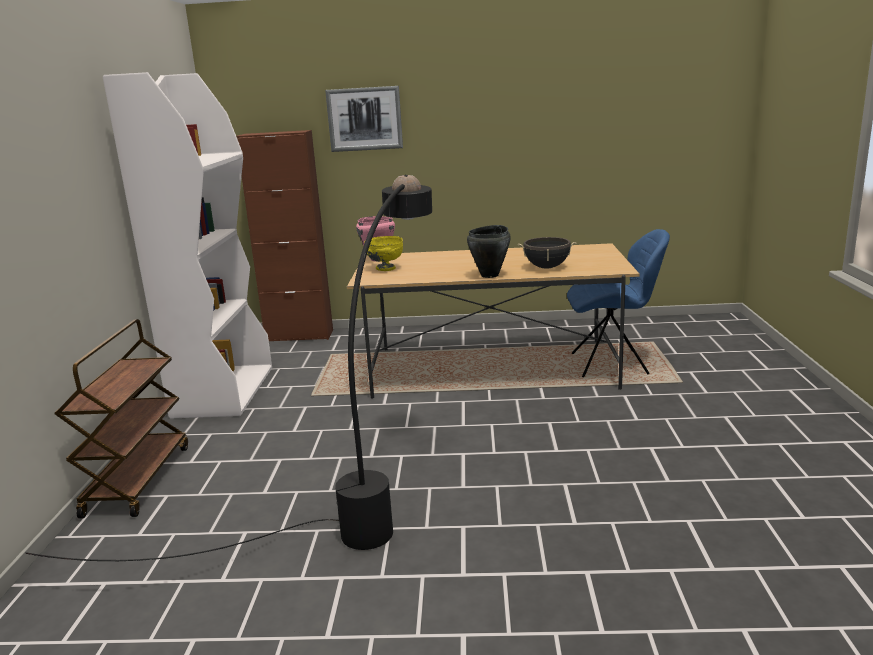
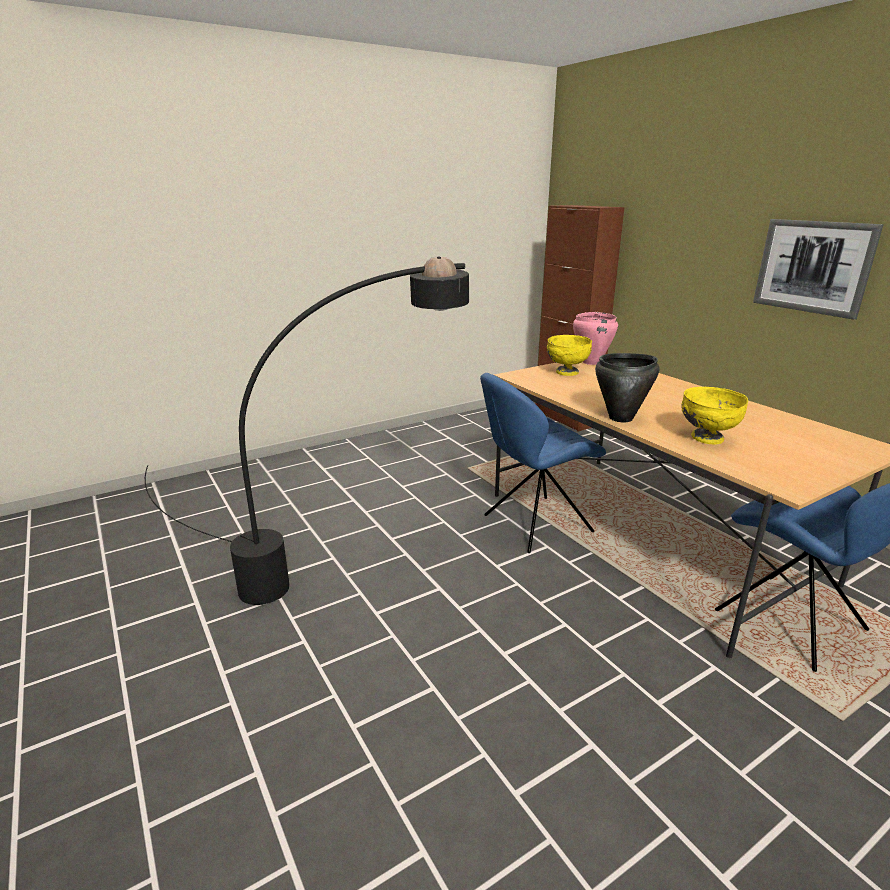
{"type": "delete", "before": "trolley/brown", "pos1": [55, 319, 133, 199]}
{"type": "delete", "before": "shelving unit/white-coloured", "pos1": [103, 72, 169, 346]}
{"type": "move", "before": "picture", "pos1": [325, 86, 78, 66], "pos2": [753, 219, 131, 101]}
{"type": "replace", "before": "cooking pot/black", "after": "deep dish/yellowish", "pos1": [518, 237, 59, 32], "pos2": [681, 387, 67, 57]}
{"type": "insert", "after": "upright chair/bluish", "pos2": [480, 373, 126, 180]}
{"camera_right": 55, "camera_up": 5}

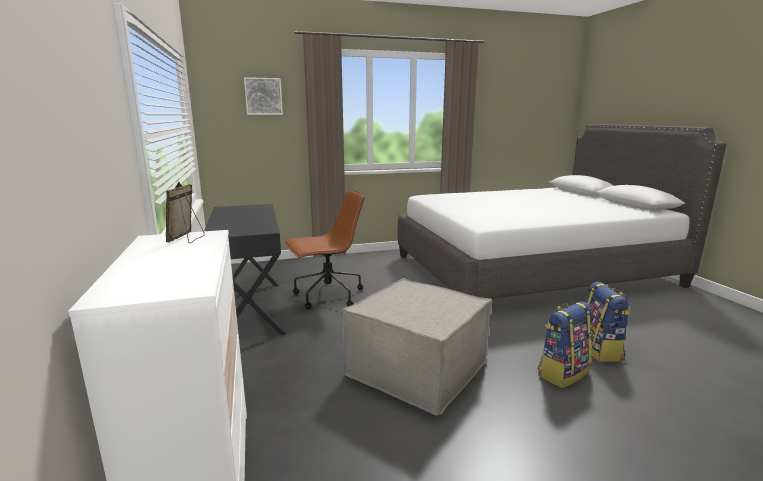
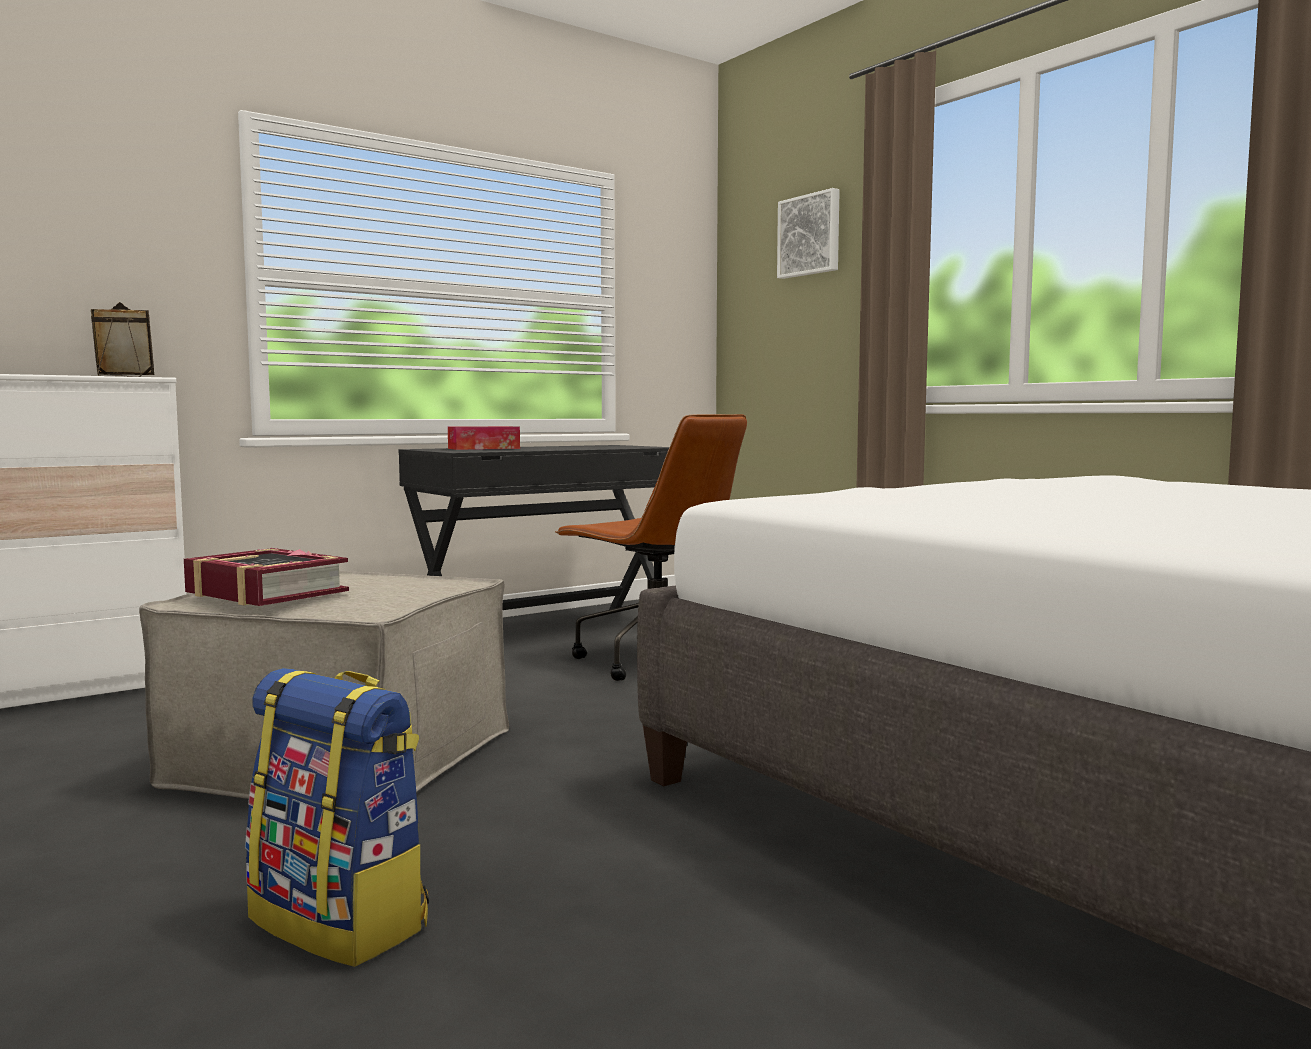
{"type": "delete", "before": "knapsack", "pos1": [587, 282, 43, 80]}
{"type": "insert", "after": "bound book", "pos2": [184, 548, 165, 58]}
{"type": "insert", "after": "tissue holder", "pos2": [448, 426, 72, 24]}
{"camera_right": 70, "camera_up": -10}

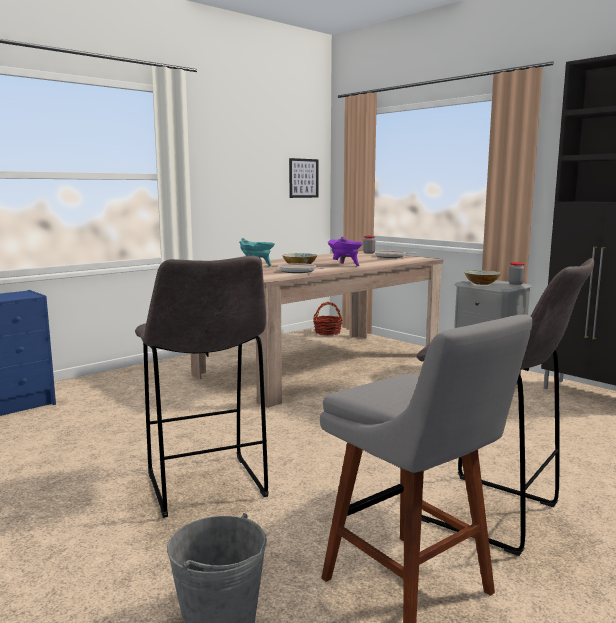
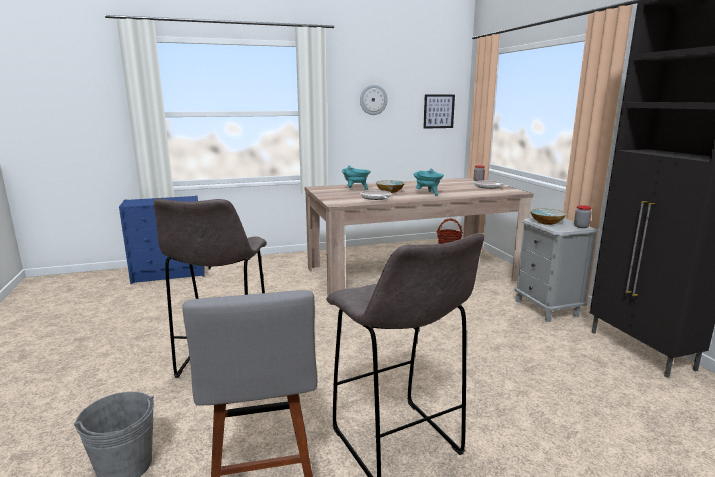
{"type": "recolor", "before": "cooking pot/purple", "after": "cooking pot/blue-green", "pos1": [328, 237, 35, 29], "pos2": [413, 169, 31, 27]}
{"type": "insert", "after": "clock on the wall", "pos2": [360, 85, 28, 30]}
{"camera_right": 25, "camera_up": 5}

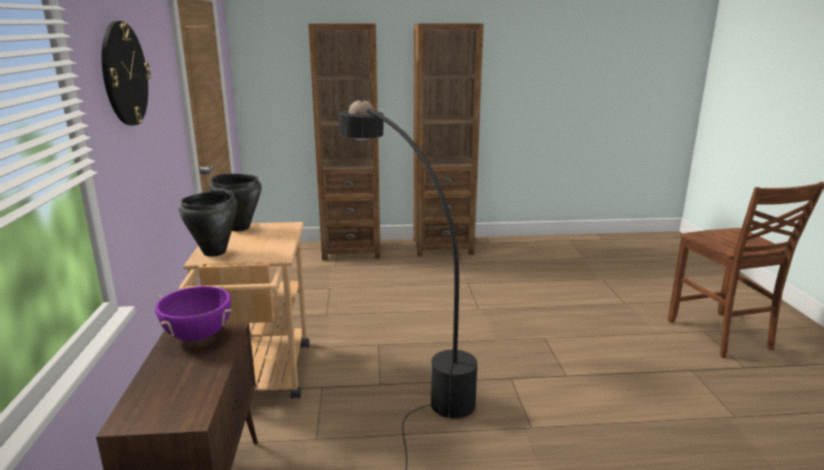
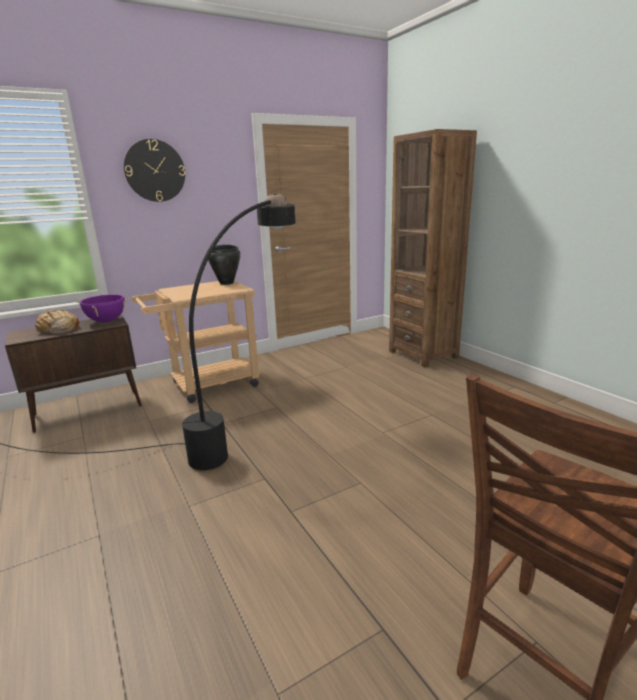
{"type": "delete", "before": "cooking pot/black", "pos1": [179, 190, 59, 67]}
{"type": "delete", "before": "shelving unit/brown", "pos1": [413, 23, 71, 234]}
{"type": "insert", "after": "baked bread", "pos2": [35, 309, 44, 25]}
{"camera_right": 65, "camera_up": 0}

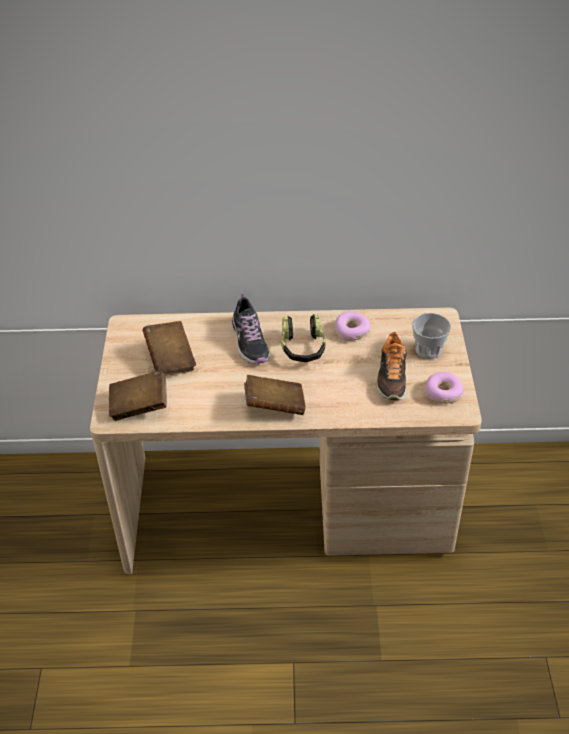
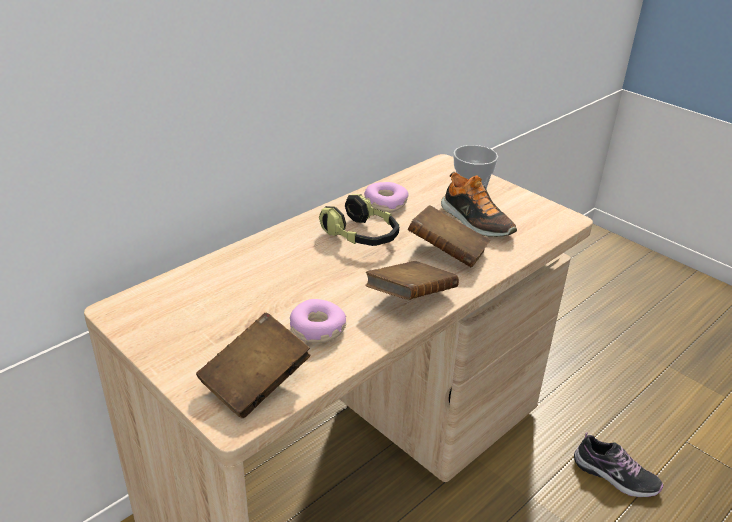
{"type": "move", "before": "bound book/brown", "pos1": [142, 321, 54, 55], "pos2": [408, 205, 82, 63]}
{"type": "move", "before": "low shoe", "pos1": [232, 293, 38, 71], "pos2": [574, 432, 89, 65]}
{"type": "move", "before": "donut", "pos1": [425, 372, 39, 32], "pos2": [290, 299, 56, 44]}
{"camera_right": -45, "camera_up": -10}

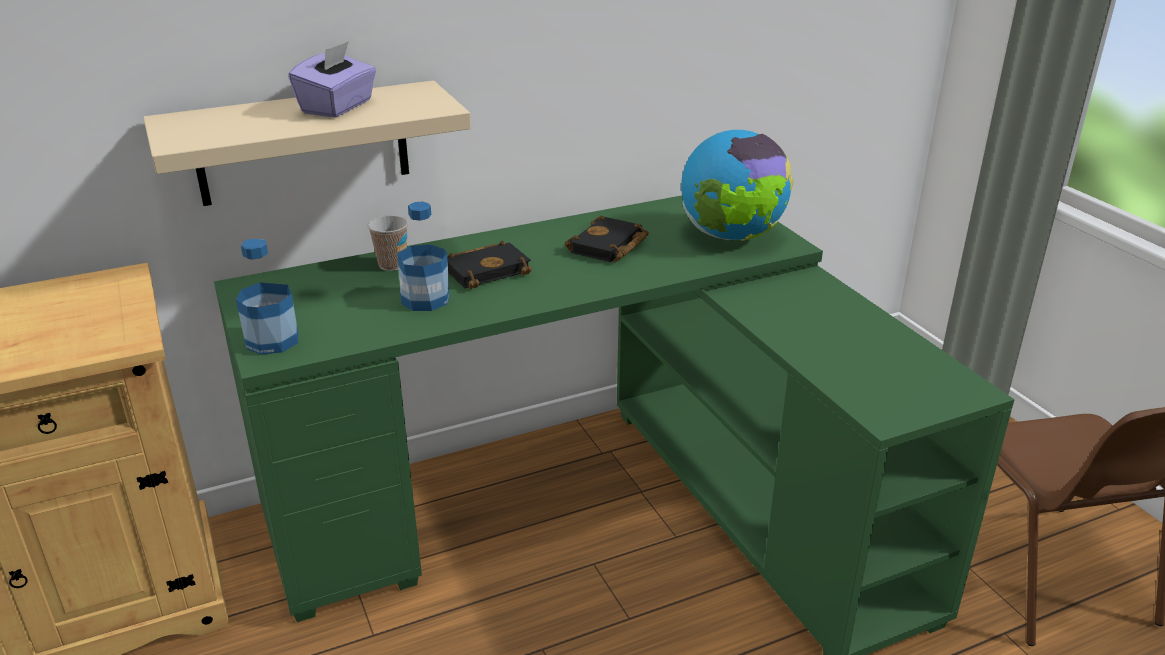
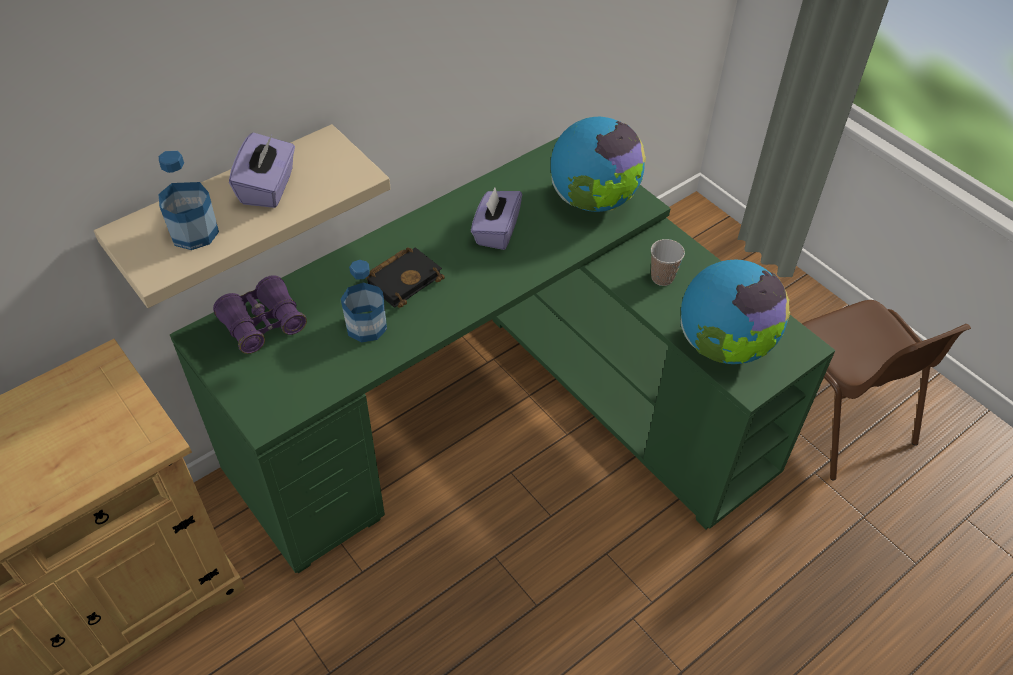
{"type": "move", "before": "beverage bottle", "pos1": [236, 239, 62, 116], "pos2": [158, 151, 61, 99]}
{"type": "move", "before": "drinking cup", "pos1": [368, 216, 40, 55], "pos2": [651, 239, 34, 47]}
{"type": "replace", "before": "bound book/black", "after": "tissue holder/purple", "pos1": [565, 215, 84, 47], "pos2": [471, 188, 51, 62]}
{"type": "insert", "after": "field glasses/purple", "pos2": [213, 275, 94, 79]}
{"type": "insert", "after": "desk globe", "pos2": [680, 260, 110, 104]}
{"camera_right": -15, "camera_up": 20}

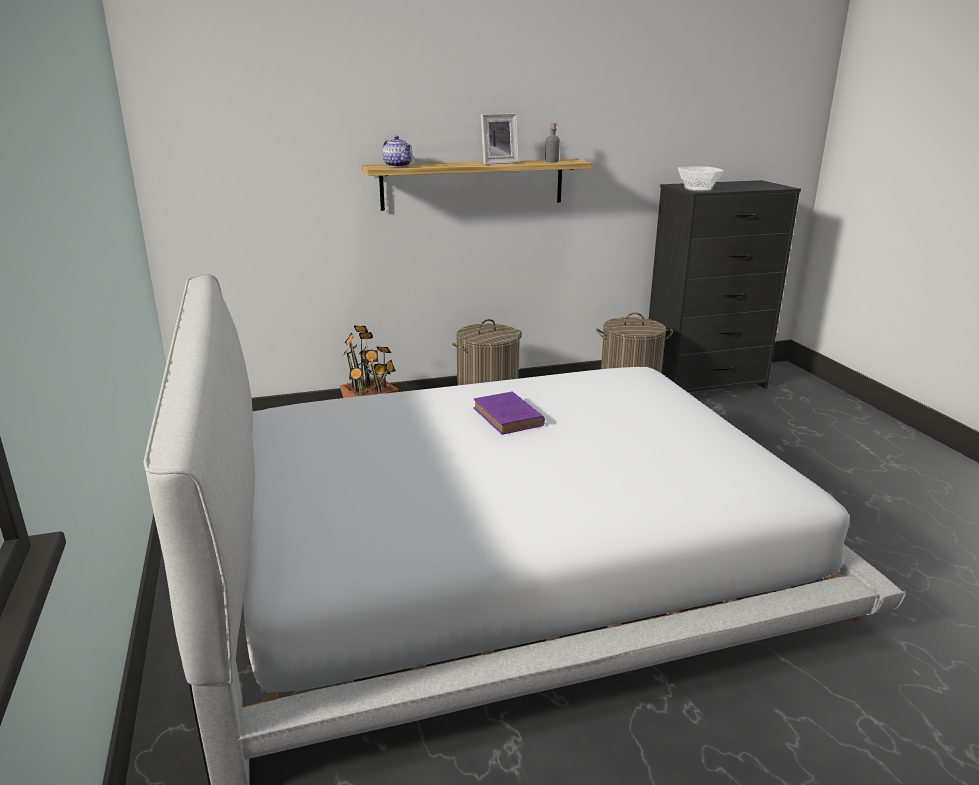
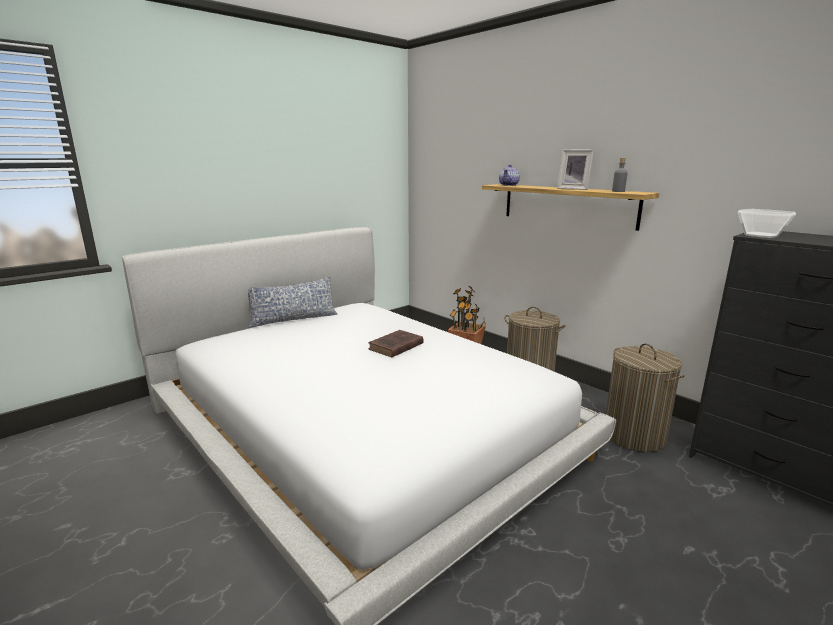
{"type": "recolor", "before": "bound book/purple", "after": "bound book/brown", "pos1": [473, 391, 72, 44], "pos2": [368, 330, 55, 28]}
{"type": "insert", "after": "pillow", "pos2": [248, 276, 90, 52]}
{"camera_right": 65, "camera_up": -5}

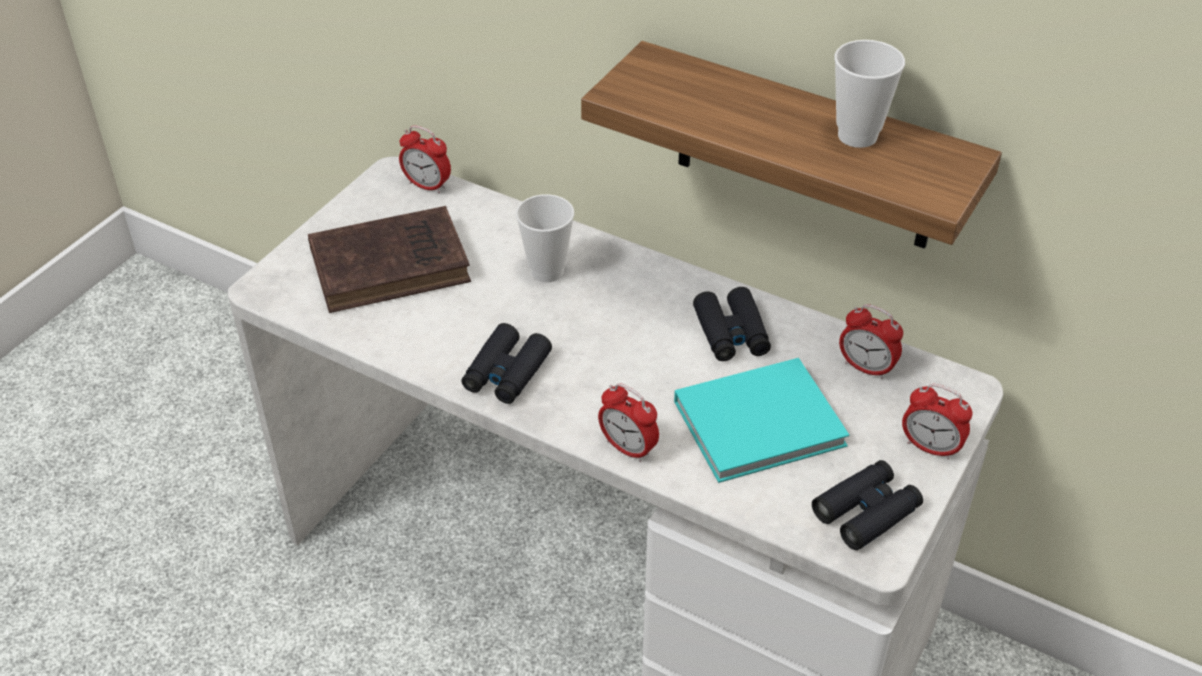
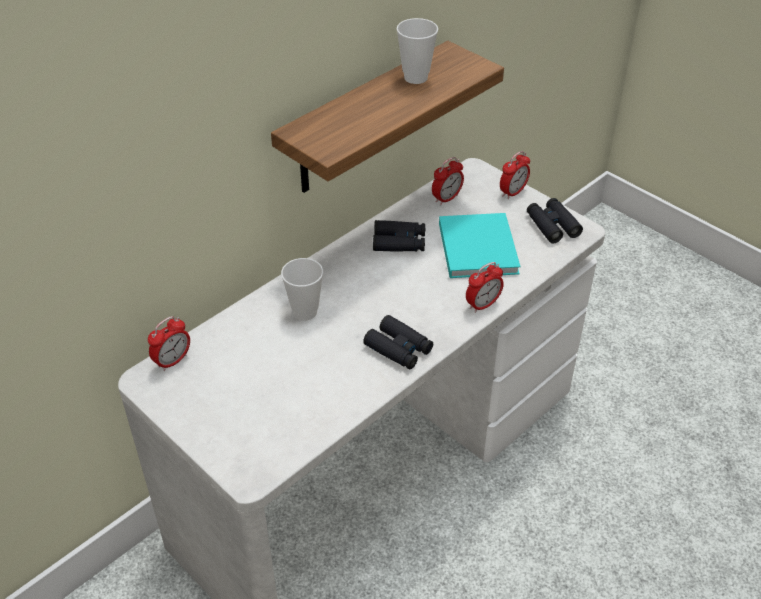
{"type": "delete", "before": "bound book/brown", "pos1": [308, 206, 163, 107]}
{"camera_right": -75, "camera_up": 0}

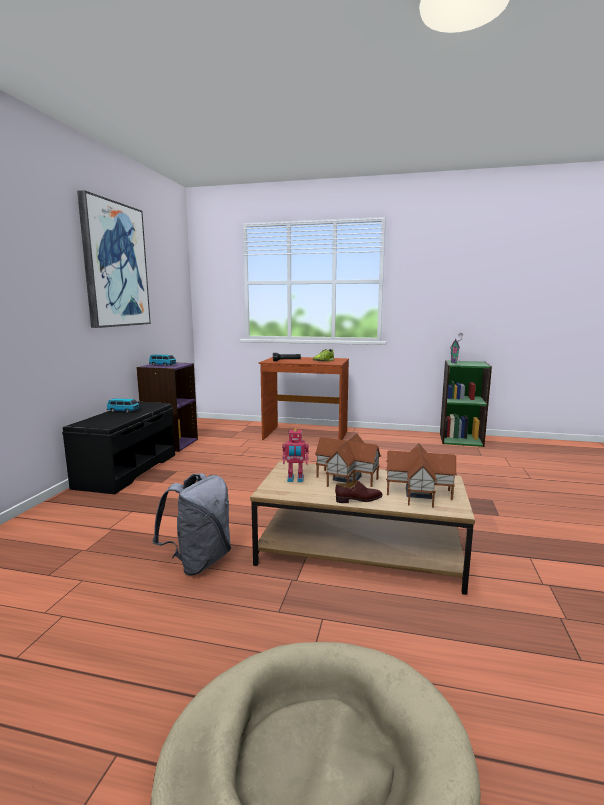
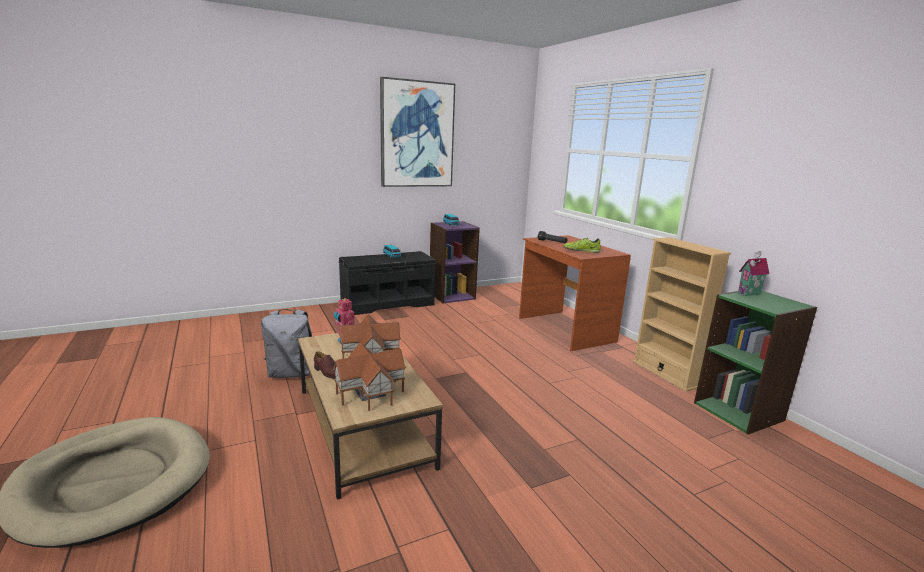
{"type": "insert", "after": "shelving unit/beige-coloured", "pos2": [633, 237, 98, 155]}
{"camera_right": 50, "camera_up": 5}

